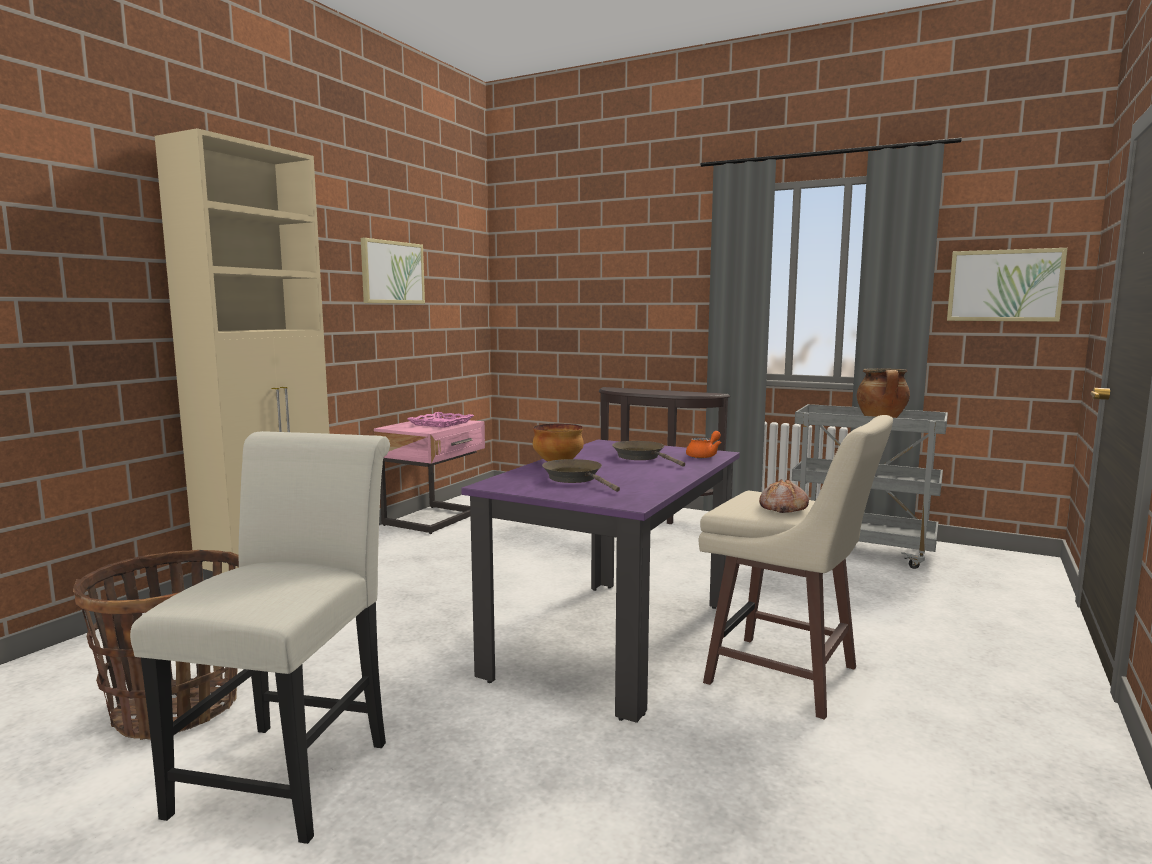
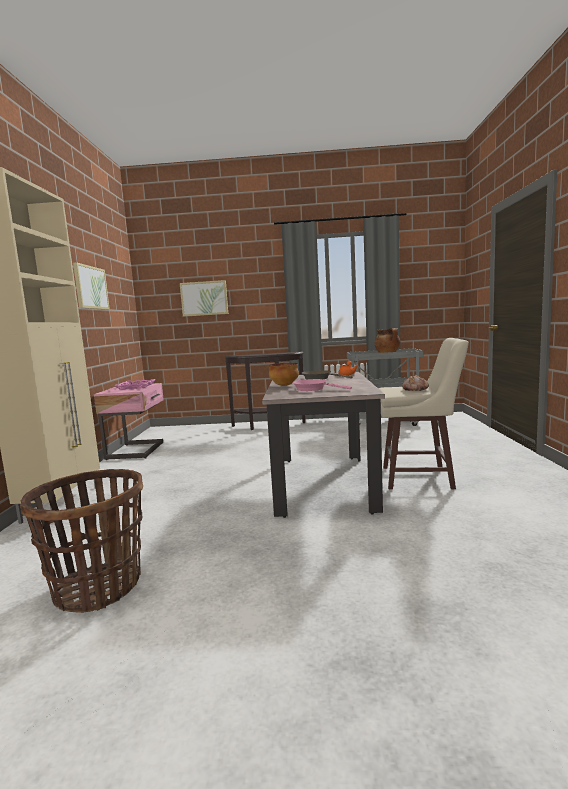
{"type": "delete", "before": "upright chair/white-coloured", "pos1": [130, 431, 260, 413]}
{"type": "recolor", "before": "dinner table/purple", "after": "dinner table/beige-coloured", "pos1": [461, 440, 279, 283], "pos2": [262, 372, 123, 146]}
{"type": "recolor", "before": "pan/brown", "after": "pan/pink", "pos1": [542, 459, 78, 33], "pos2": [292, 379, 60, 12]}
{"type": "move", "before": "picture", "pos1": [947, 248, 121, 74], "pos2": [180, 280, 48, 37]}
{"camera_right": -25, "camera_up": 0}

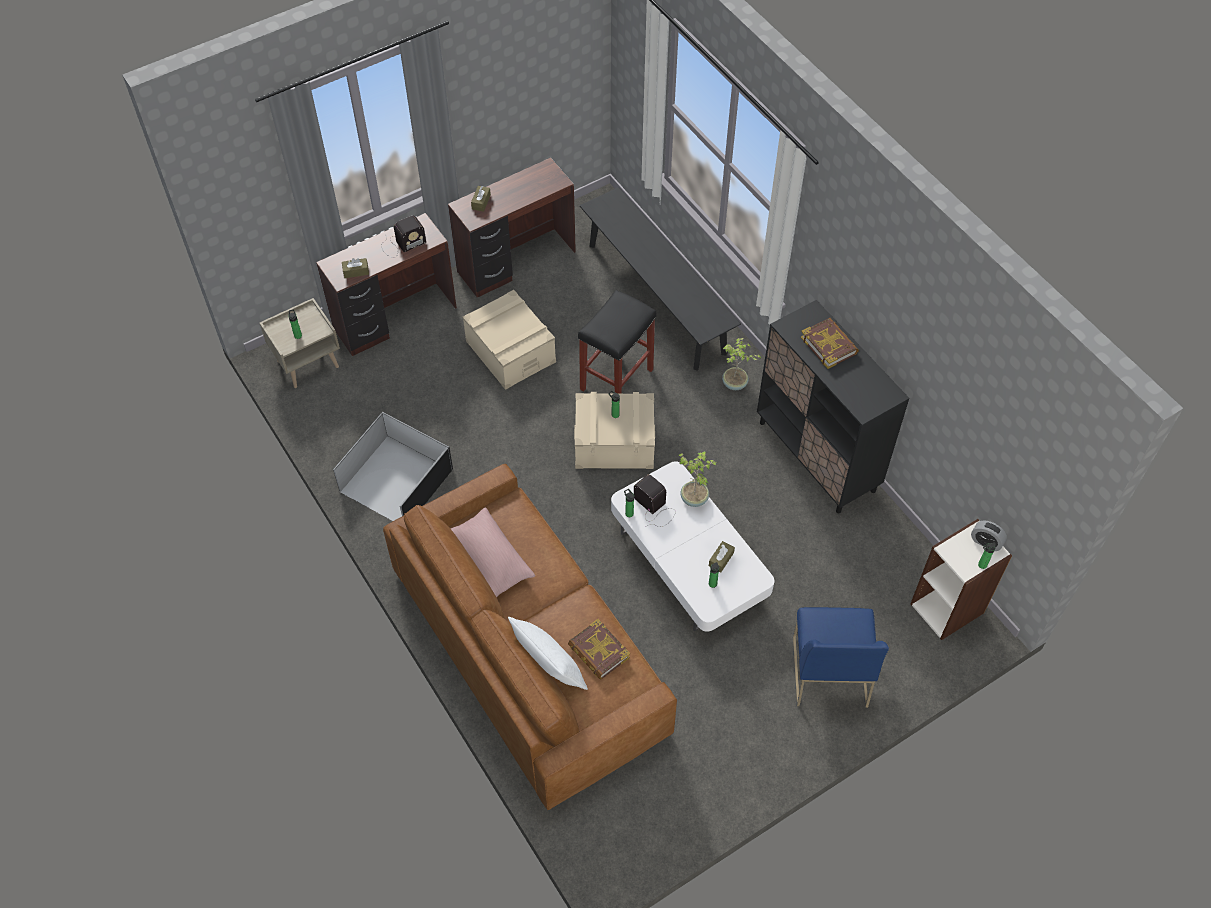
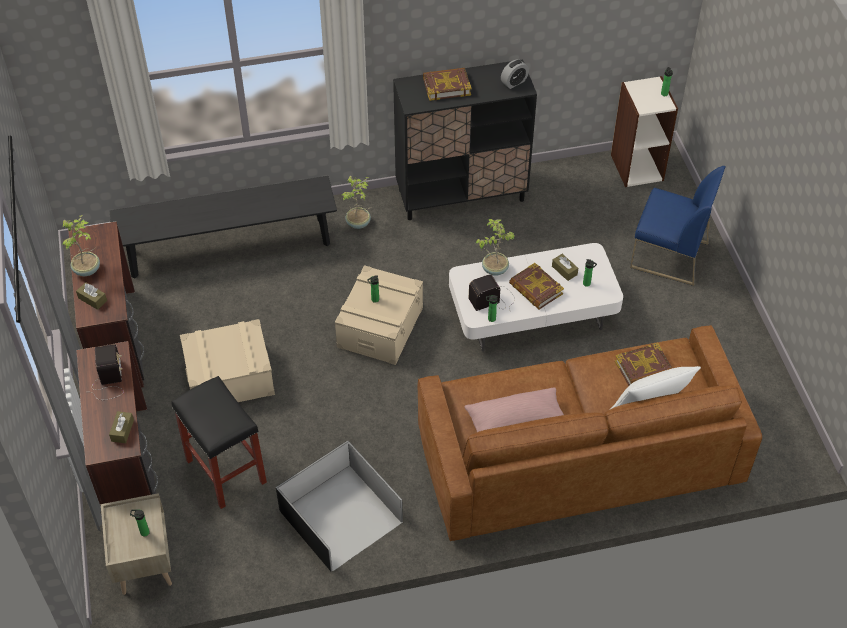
{"type": "move", "before": "stool seat/black", "pos1": [578, 290, 78, 104], "pos2": [172, 376, 95, 133]}
{"type": "move", "before": "alarm clock", "pos1": [971, 520, 36, 31], "pos2": [501, 59, 28, 30]}
{"type": "insert", "after": "houseplant", "pos2": [62, 215, 38, 61]}
{"type": "insert", "after": "bound book", "pos2": [509, 263, 55, 46]}
{"camera_right": -70, "camera_up": -5}

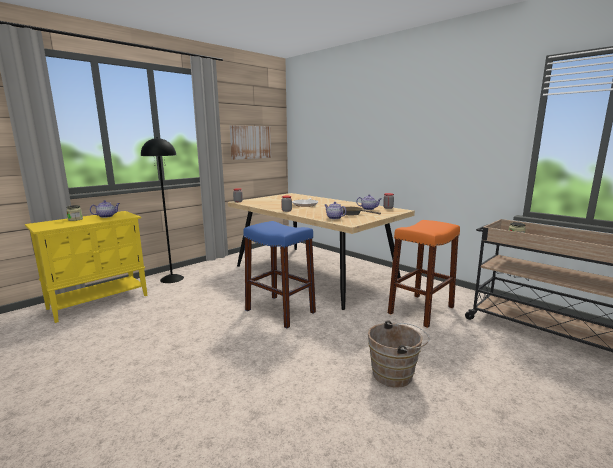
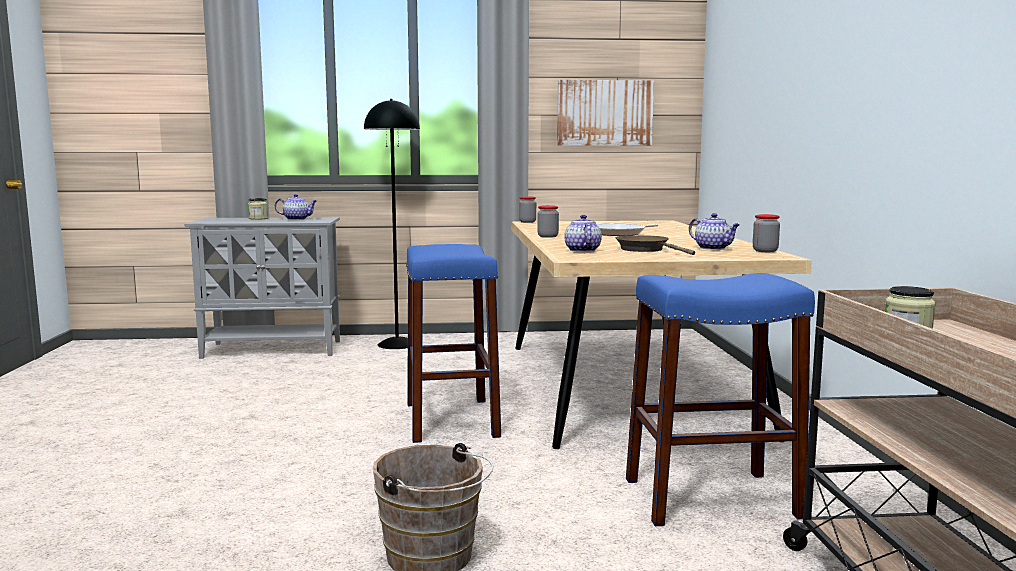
{"type": "recolor", "before": "cabinet/yellowish", "after": "cabinet/grey", "pos1": [25, 211, 123, 112], "pos2": [184, 217, 156, 142]}
{"type": "recolor", "before": "stool seat/orangey", "after": "stool seat/bluish", "pos1": [388, 220, 72, 108], "pos2": [626, 273, 189, 253]}
{"camera_right": 40, "camera_up": -5}

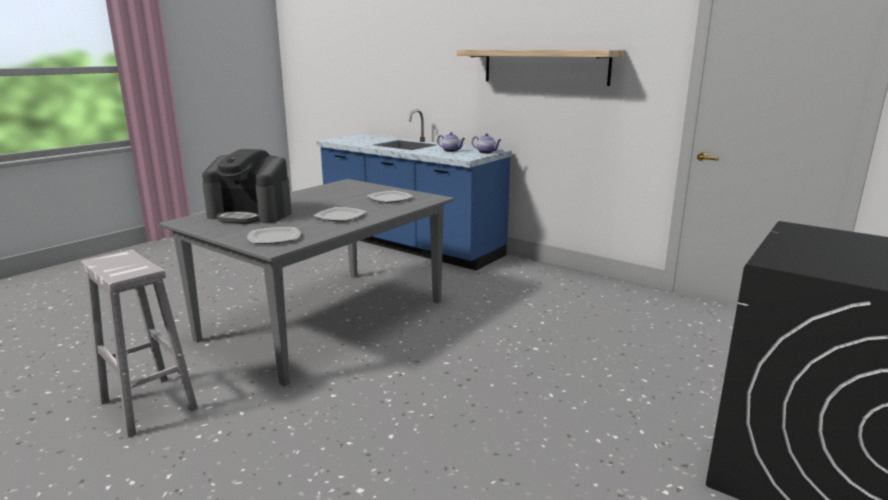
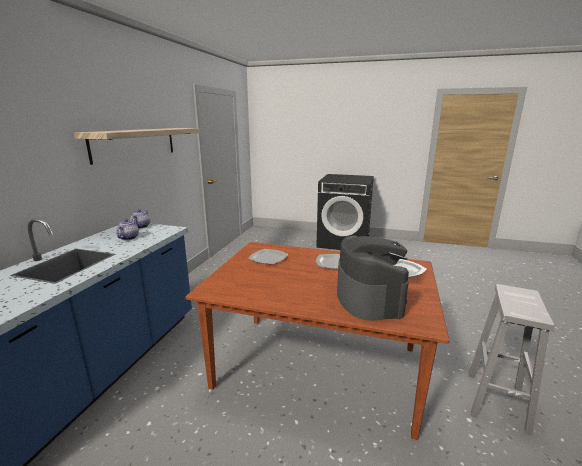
{"type": "recolor", "before": "dinner table/grey", "after": "dinner table/brown", "pos1": [160, 179, 294, 208], "pos2": [185, 242, 265, 198]}
{"camera_right": -110, "camera_up": 0}

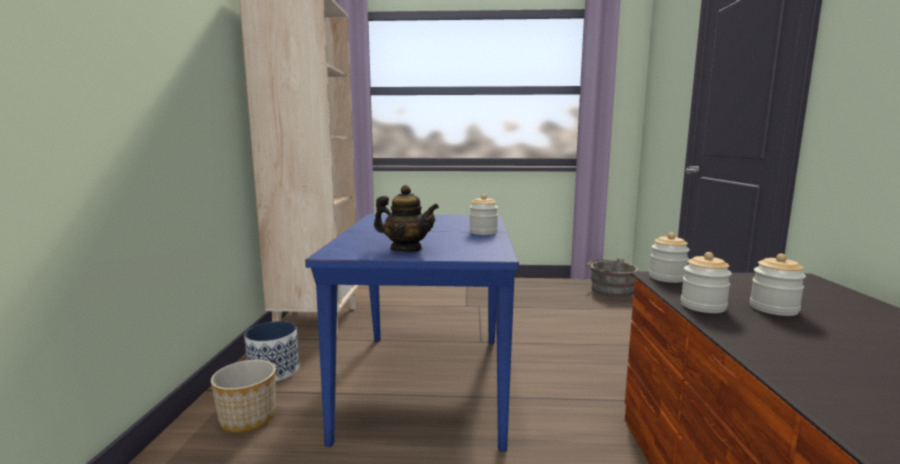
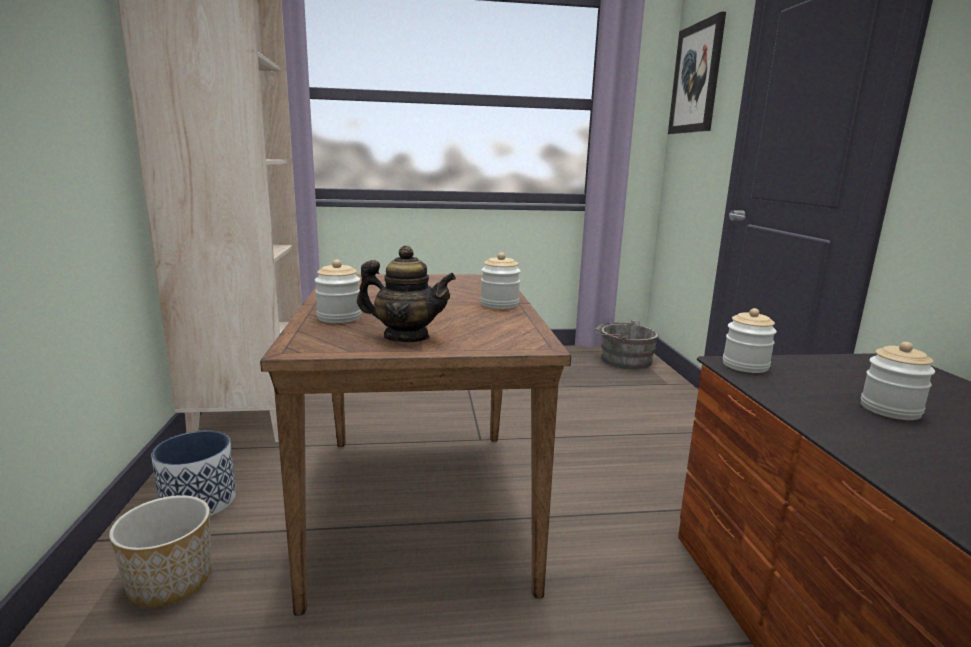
{"type": "recolor", "before": "dinner table/bluish", "after": "dinner table/brown", "pos1": [305, 214, 214, 238], "pos2": [260, 274, 311, 342]}
{"type": "move", "before": "storage jar", "pos1": [681, 252, 51, 61], "pos2": [315, 259, 46, 64]}
{"type": "insert", "after": "picture", "pos2": [668, 11, 58, 123]}
{"camera_right": -10, "camera_up": 5}

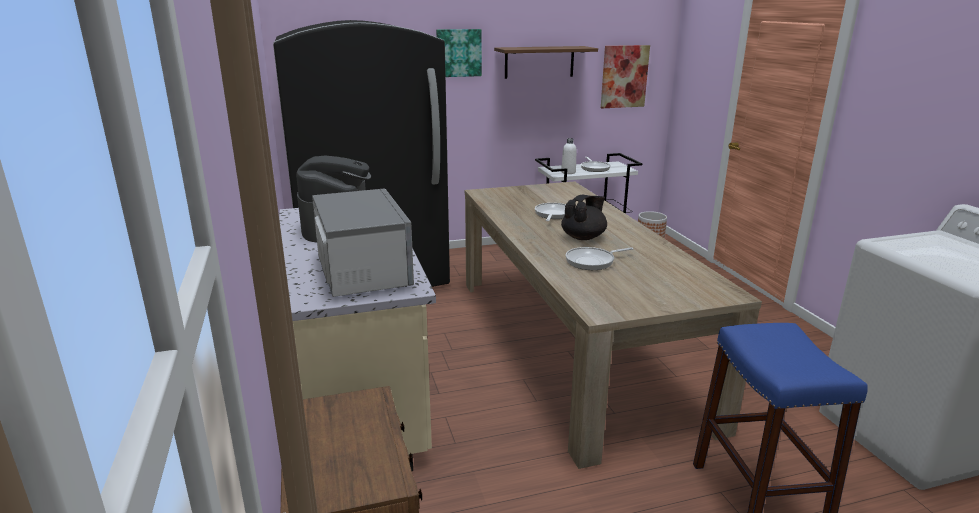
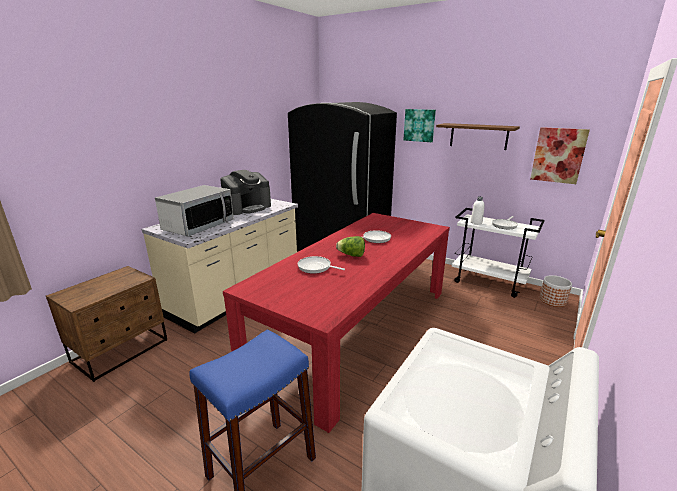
{"type": "recolor", "before": "dinner table/beige-coloured", "after": "dinner table/red-coloured", "pos1": [465, 181, 297, 288], "pos2": [223, 213, 227, 220]}
{"type": "replace", "before": "teapot/black", "after": "head of lettuce", "pos1": [561, 195, 46, 45], "pos2": [336, 236, 29, 21]}
{"camera_right": 50, "camera_up": 0}

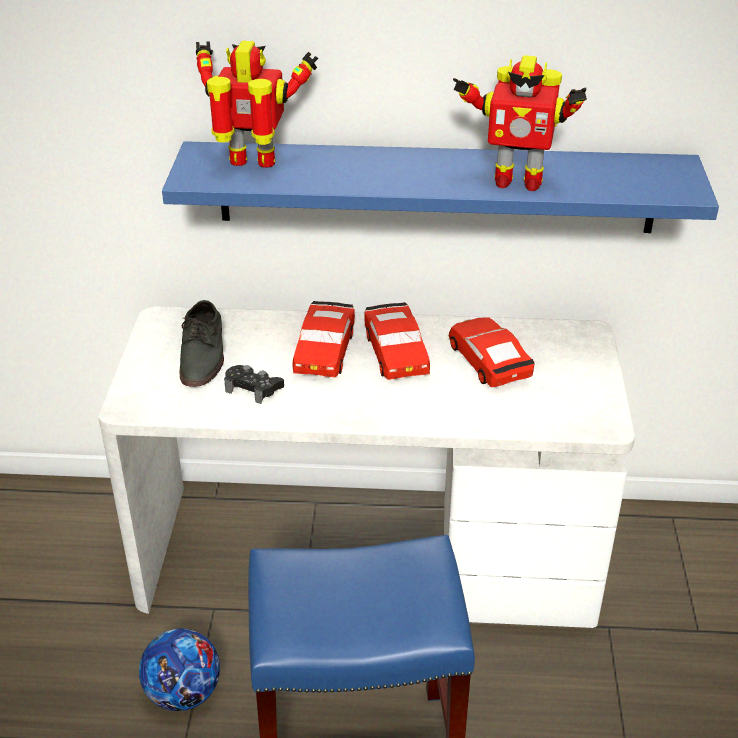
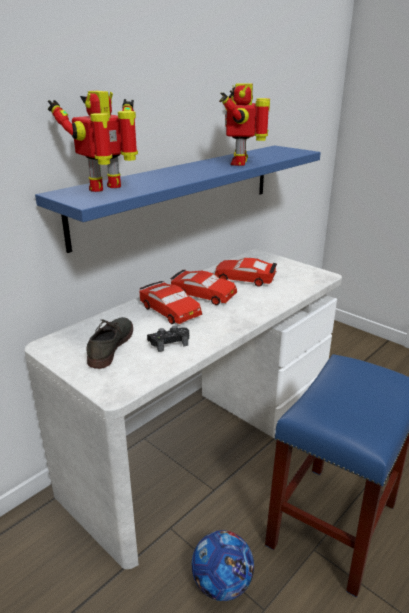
{"type": "rotate", "before": "low shoe/grey", "pos1": [179, 300, 45, 87], "pos2": [86, 317, 47, 52], "turn": -120}
{"type": "rotate", "before": "robot figure", "pos1": [453, 55, 134, 136], "pos2": [219, 83, 51, 83], "turn": 135}
{"camera_right": -50, "camera_up": -10}

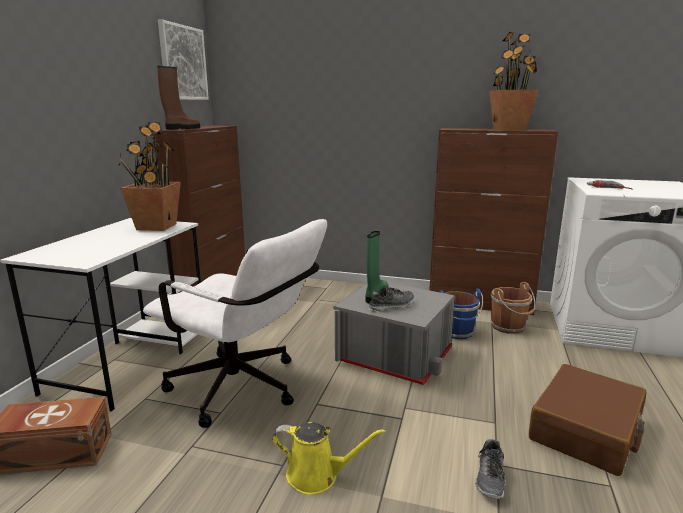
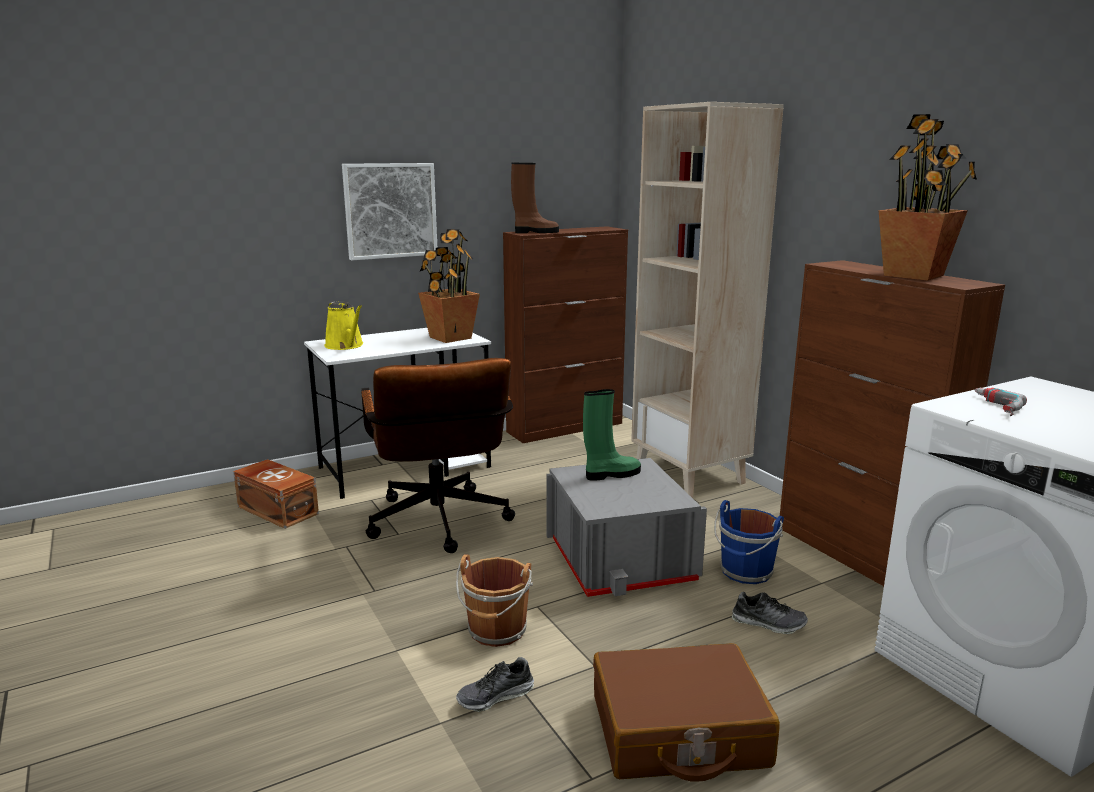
{"type": "recolor", "before": "computer chair/white-coloured", "after": "computer chair/brown", "pos1": [143, 219, 184, 209], "pos2": [361, 358, 154, 195]}
{"type": "move", "before": "picture", "pos1": [158, 20, 51, 80], "pos2": [342, 163, 95, 97]}
{"type": "move", "before": "watering pot/yellowish", "pos1": [272, 422, 113, 73], "pos2": [324, 301, 39, 49]}
{"type": "move", "before": "low shoe", "pos1": [369, 286, 45, 26], "pos2": [732, 592, 76, 42]}
{"type": "move", "before": "water bucket/brown", "pos1": [490, 282, 45, 52], "pos2": [456, 554, 77, 93]}
{"type": "insert", "after": "shelving unit/beige-coloured", "pos2": [631, 102, 153, 396]}
{"camera_right": 45, "camera_up": 0}

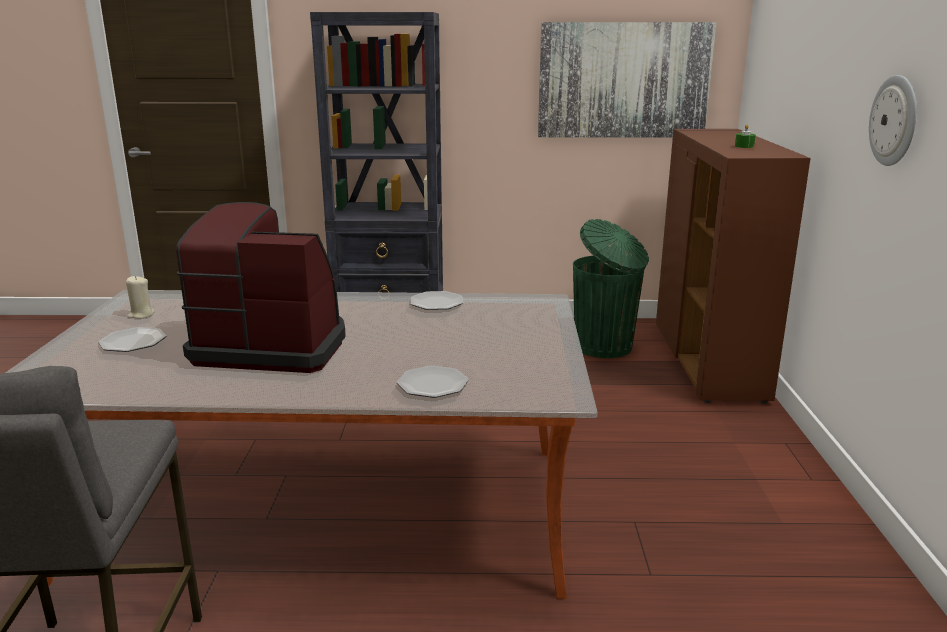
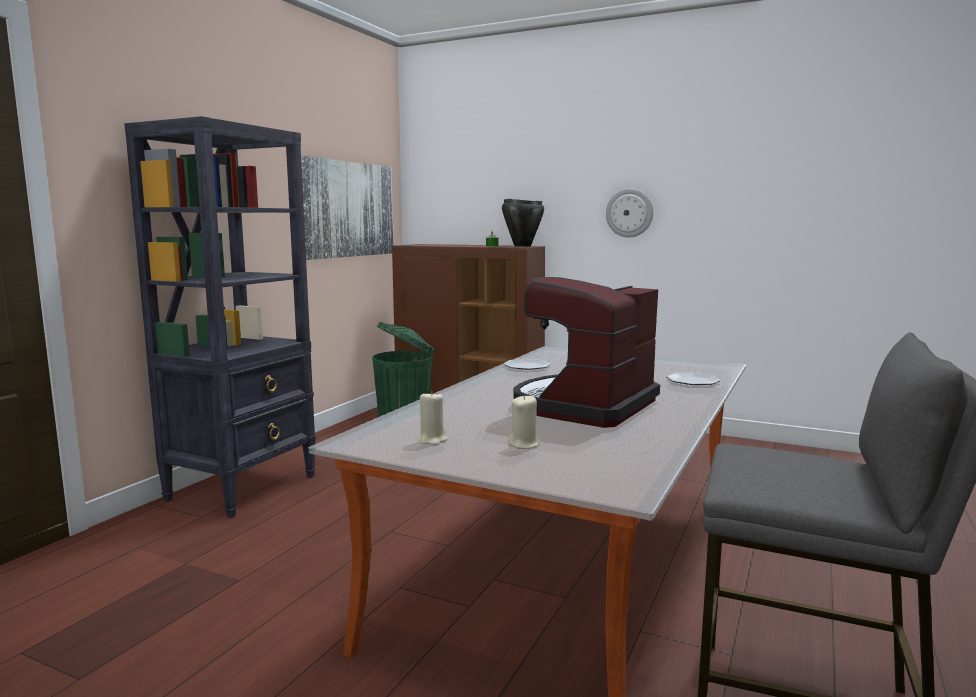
{"type": "replace", "before": "plate", "after": "wax light/beige-coloured", "pos1": [98, 327, 68, 25], "pos2": [508, 394, 32, 55]}
{"type": "insert", "after": "cooking pot/black", "pos2": [502, 199, 42, 48]}
{"camera_right": -65, "camera_up": -10}

